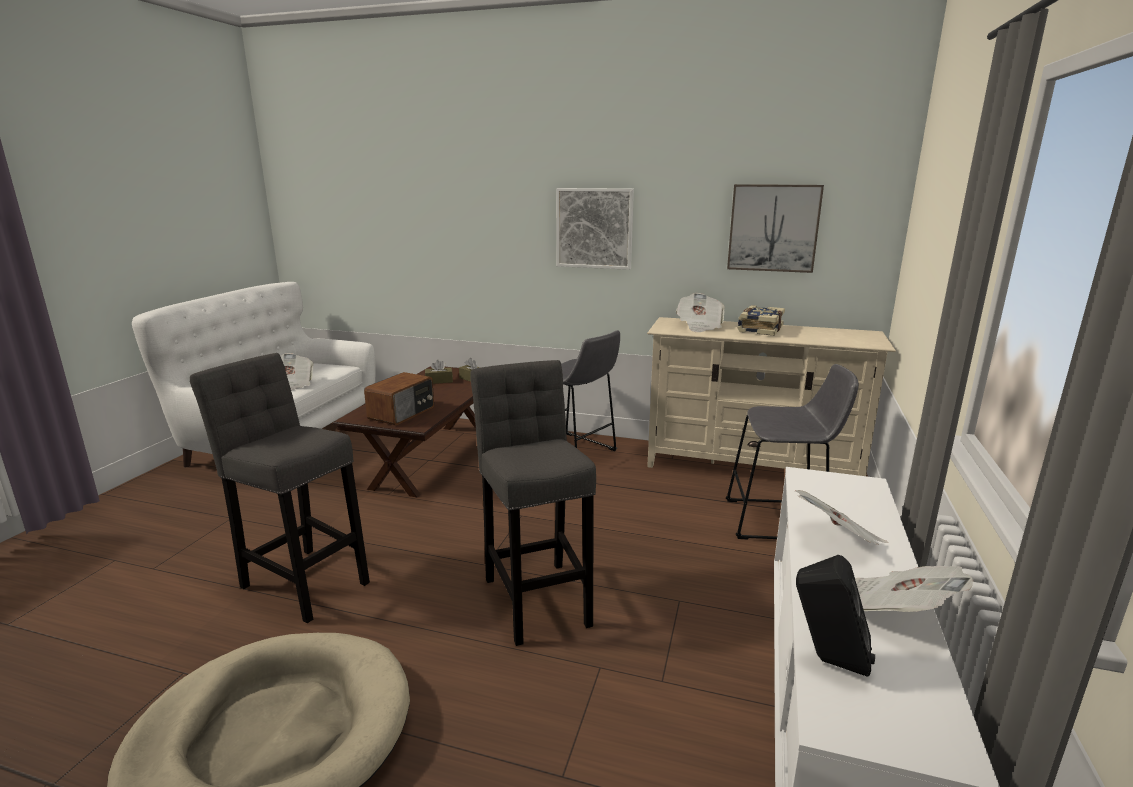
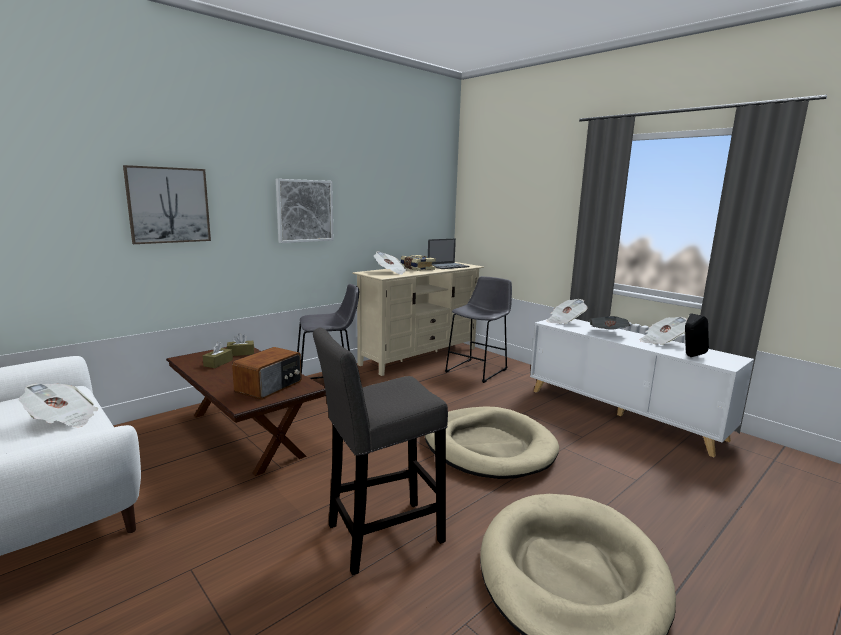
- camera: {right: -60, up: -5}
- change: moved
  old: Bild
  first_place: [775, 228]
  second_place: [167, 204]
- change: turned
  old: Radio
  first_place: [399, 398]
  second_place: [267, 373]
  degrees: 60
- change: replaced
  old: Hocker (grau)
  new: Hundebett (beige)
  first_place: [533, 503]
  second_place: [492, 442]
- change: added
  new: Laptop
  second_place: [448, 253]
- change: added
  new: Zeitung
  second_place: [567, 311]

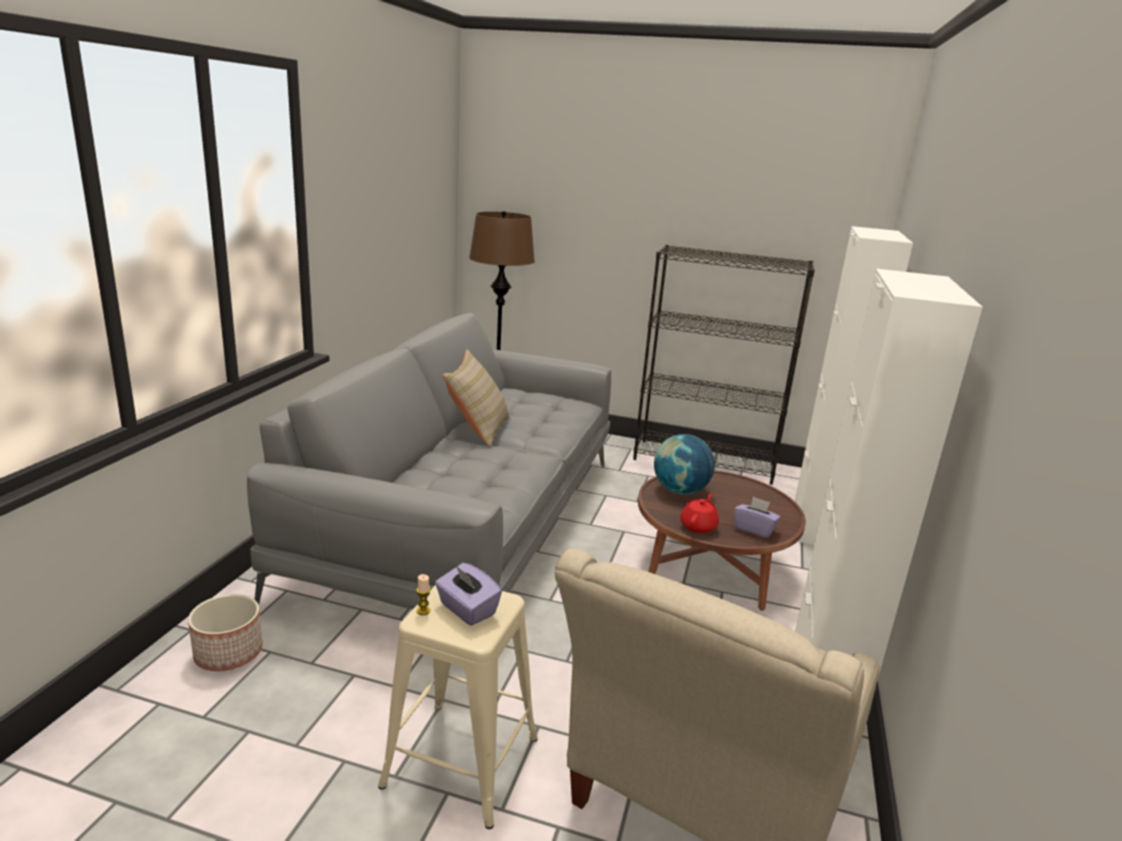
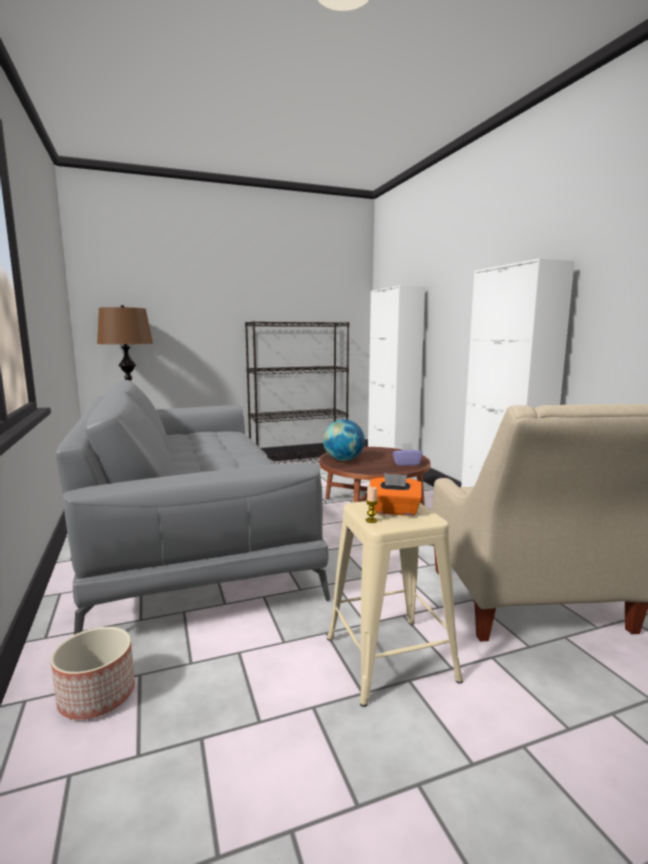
- camera: {right: -35, up: -10}
- change: recoloured
  old: Taschentuchbox (lila)
  new: Taschentuchbox (orange)
  first_place: [468, 594]
  second_place: [395, 494]
- change: removed
  old: Kissen (beige)
  first_place: [476, 398]
- change: removed
  old: Teekanne (rot)
  first_place: [699, 513]

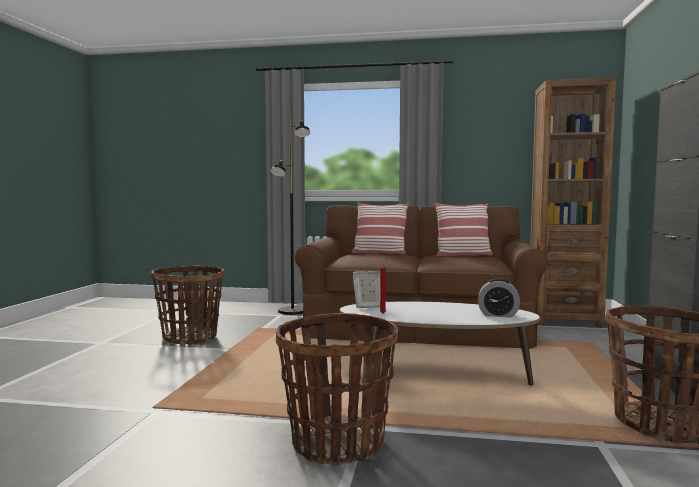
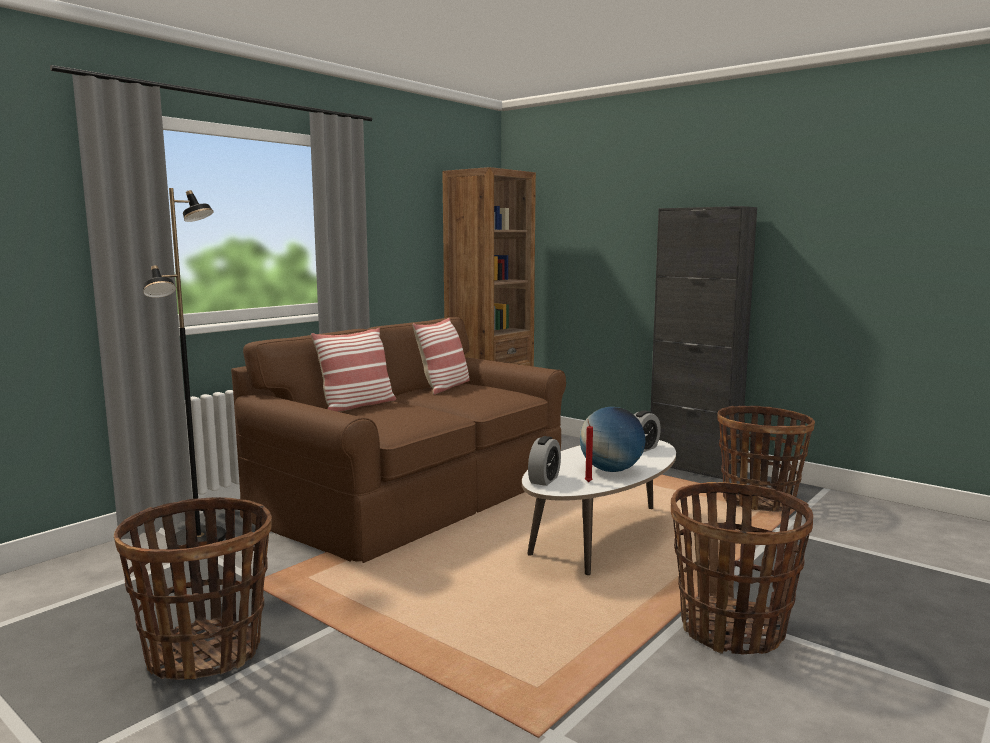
- camera: {right: -60, up: 5}
- change: replaced
  old: Bilderrahmen
  new: Wecker
  first_place: [367, 289]
  second_place: [544, 461]
- change: added
  new: Globus
  second_place: [612, 439]

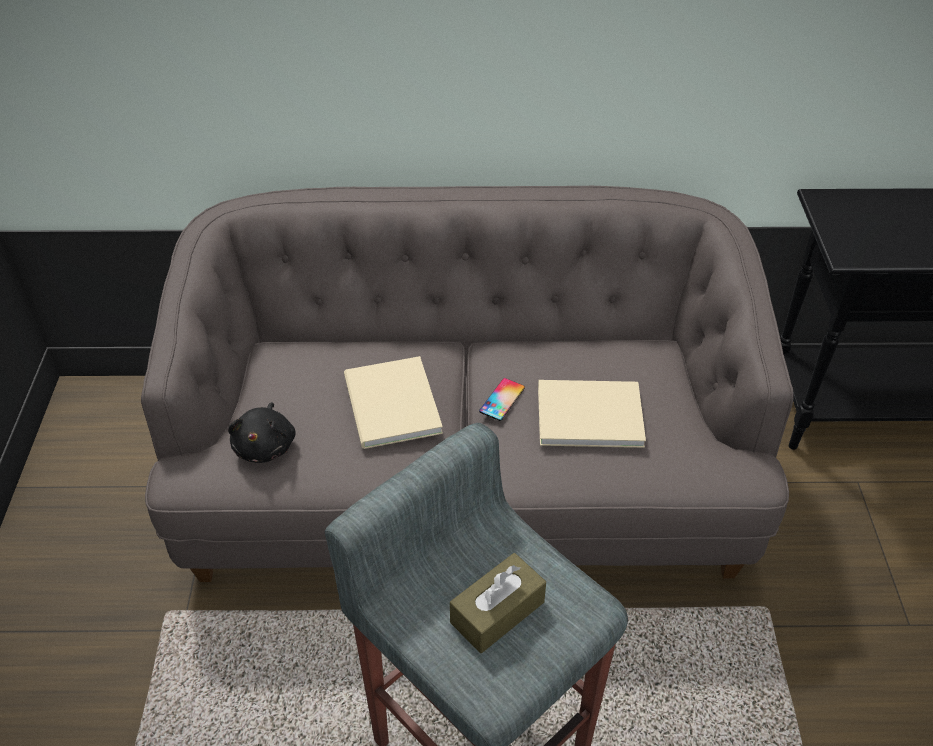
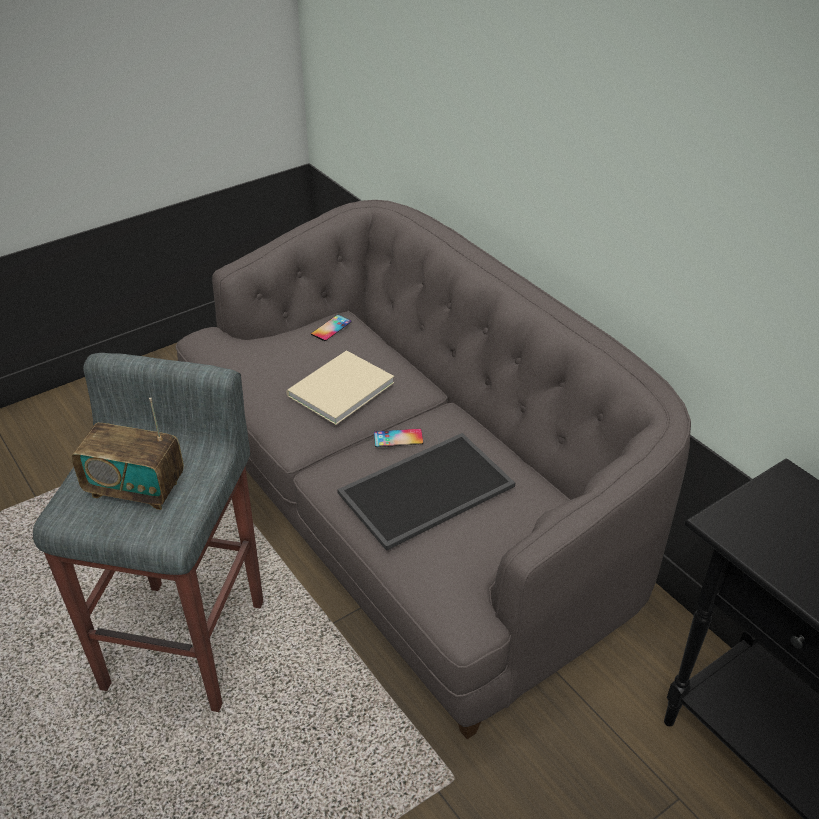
- camera: {right: 55, up: -5}
- change: replaced
  old: Taschentuchbox (braun)
  new: Radio
  first_place: [498, 603]
  second_place: [127, 454]
- change: added
  new: Handy
  second_place: [331, 328]
- change: replaced
  old: Buch (beige)
  new: Tablett
  first_place: [592, 414]
  second_place: [426, 492]
- change: removed
  old: Plüschtier (schwarz)
  first_place: [262, 432]

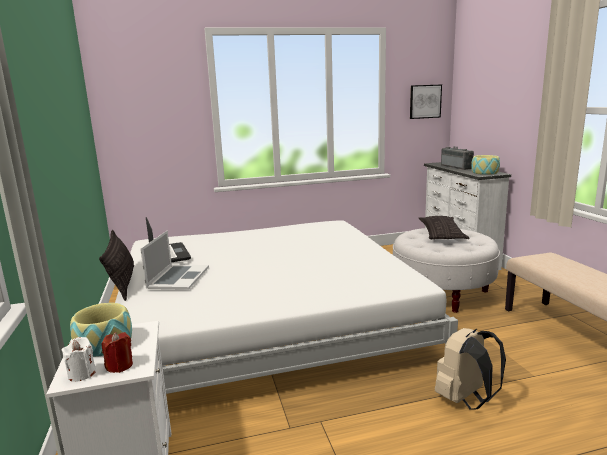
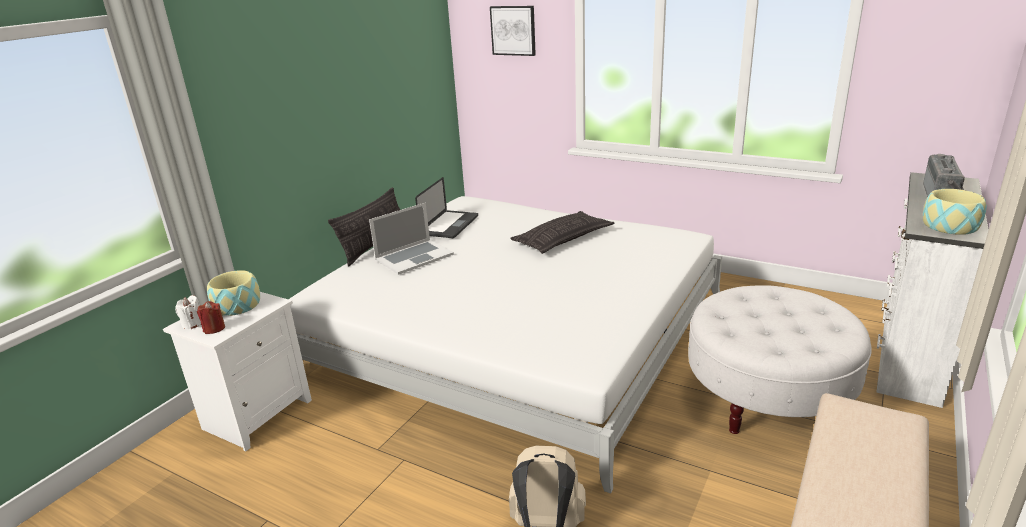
- camera: {right: 45, up: 10}
- change: moved
  old: Bild
  first_place: [426, 102]
  second_place: [513, 31]
- change: moved
  old: Kissen
  first_place: [444, 227]
  second_place: [562, 232]

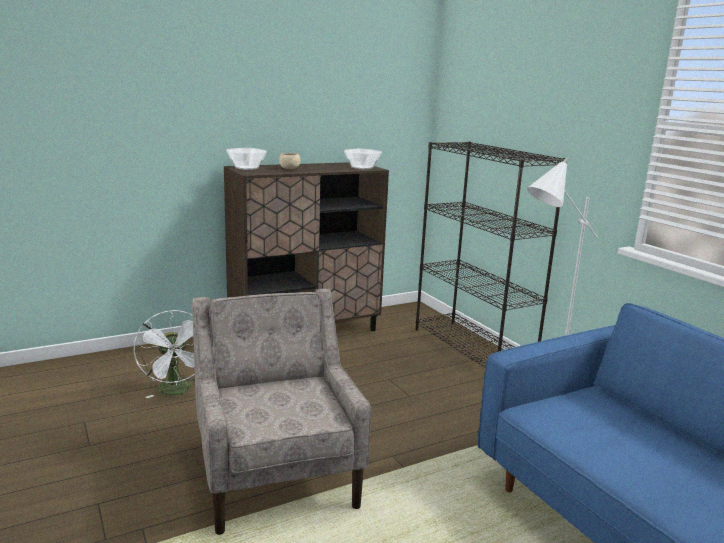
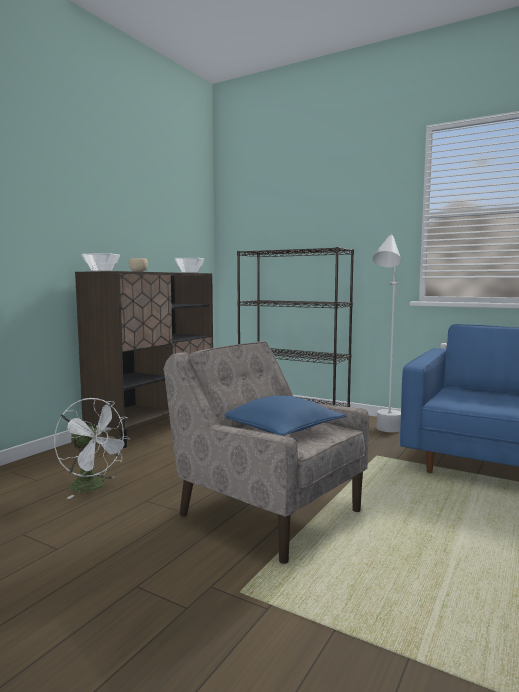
- camera: {right: -30, up: -10}
- change: added
  new: Kissen (blau)
  second_place: [286, 415]

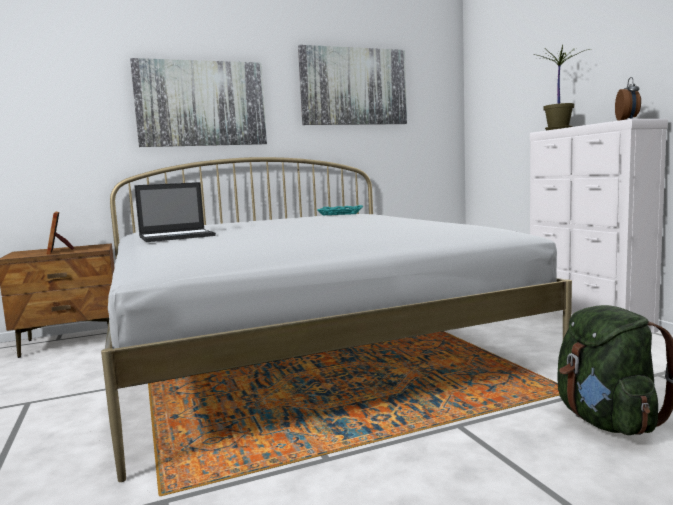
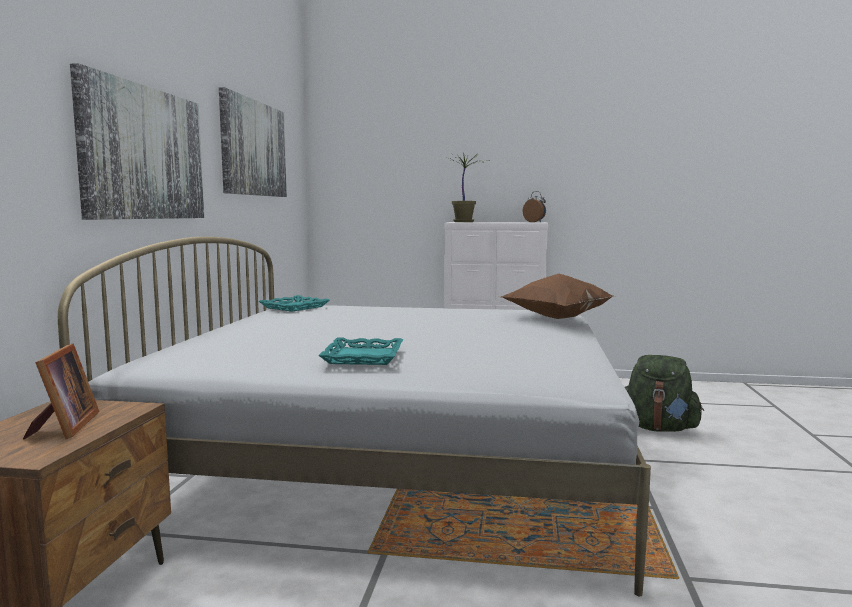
- camera: {right: -60, up: 0}
- change: turned
  old: Bilderrahmen
  first_place: [60, 233]
  second_place: [61, 391]
  degrees: -105
- change: replaced
  old: Laptop
  new: Tablett (türkis)
  first_place: [175, 212]
  second_place: [360, 351]
- change: added
  new: Kissen (braun)
  second_place: [557, 296]

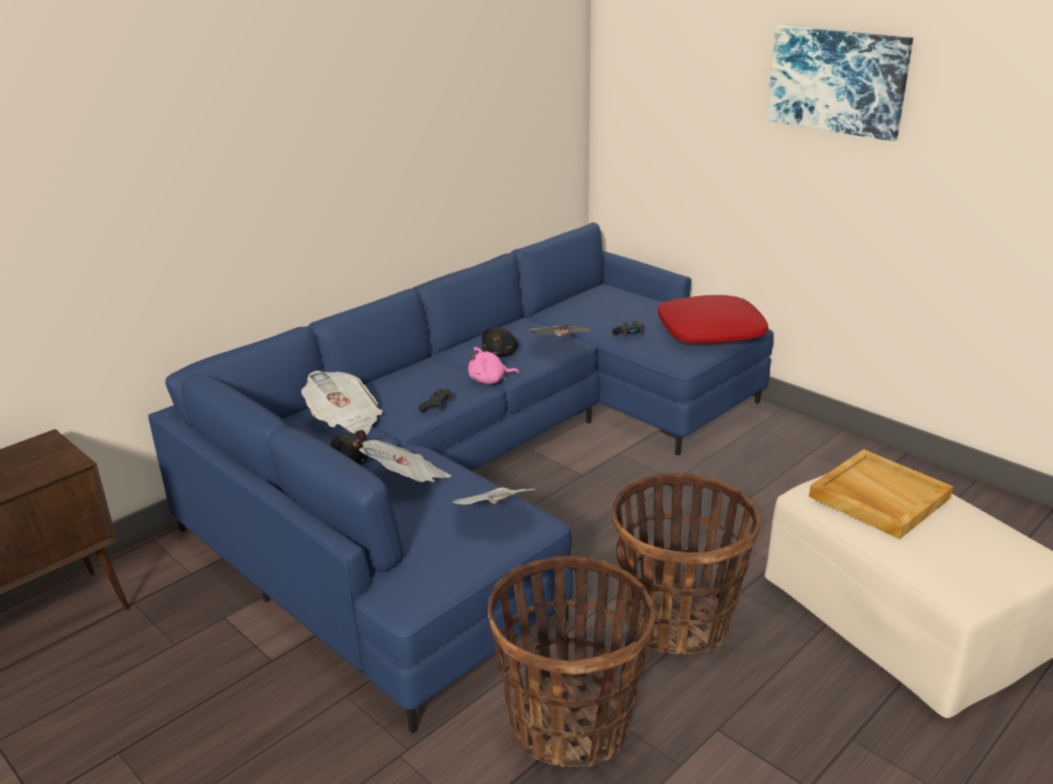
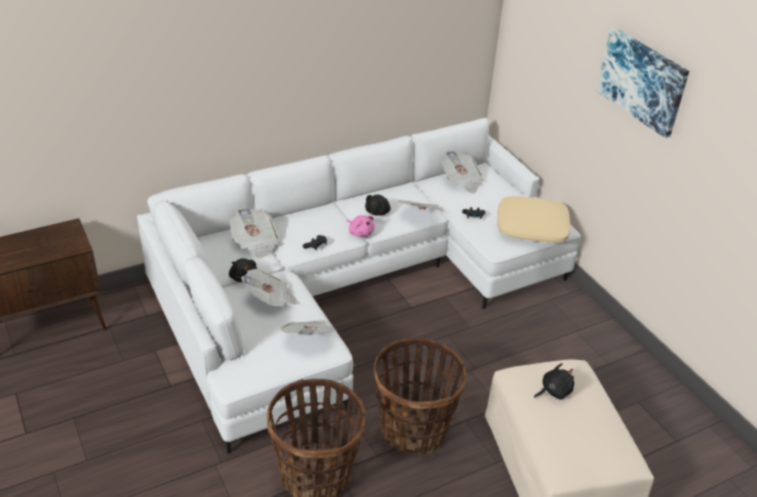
- camera: {right: 15, up: 10}
- change: recoloured
  old: Sofa (blau)
  new: Sofa (weiß)
  first_place: [460, 478]
  second_place: [359, 286]
- change: turned
  old: Plüschtier (rosa)
  first_place: [493, 365]
  second_place: [360, 226]
  degrees: -135
- change: added
  new: Zeitung
  second_place: [463, 172]
- change: recoloured
  old: Kissen (rot)
  new: Kissen (beige)
  first_place: [713, 319]
  second_place: [533, 219]
- change: replaced
  old: Tablett (beige)
  new: Plüschtier (schwarz)
  first_place: [881, 494]
  second_place: [554, 381]

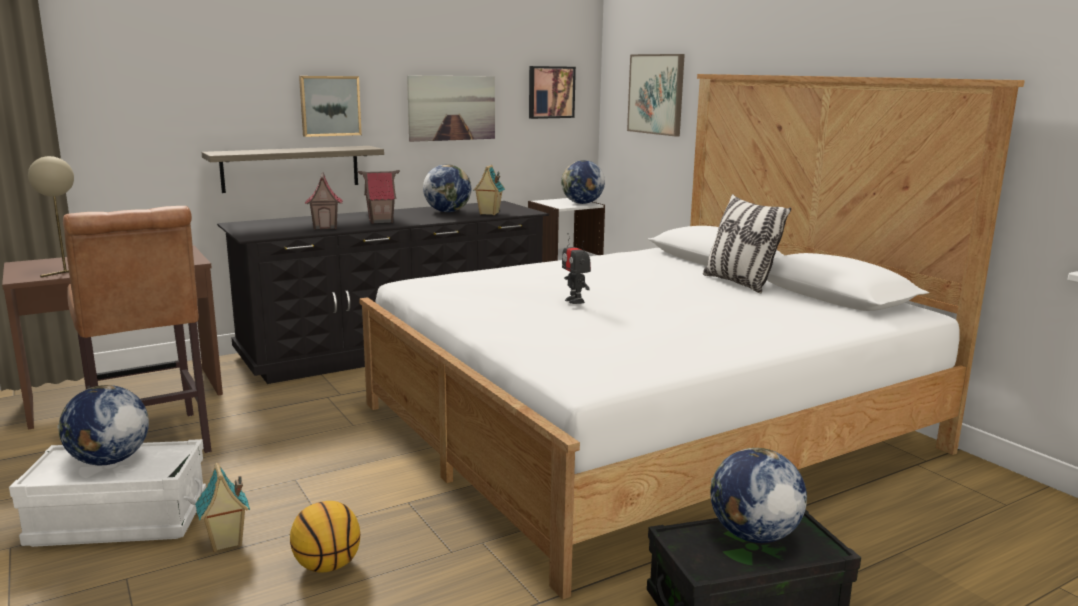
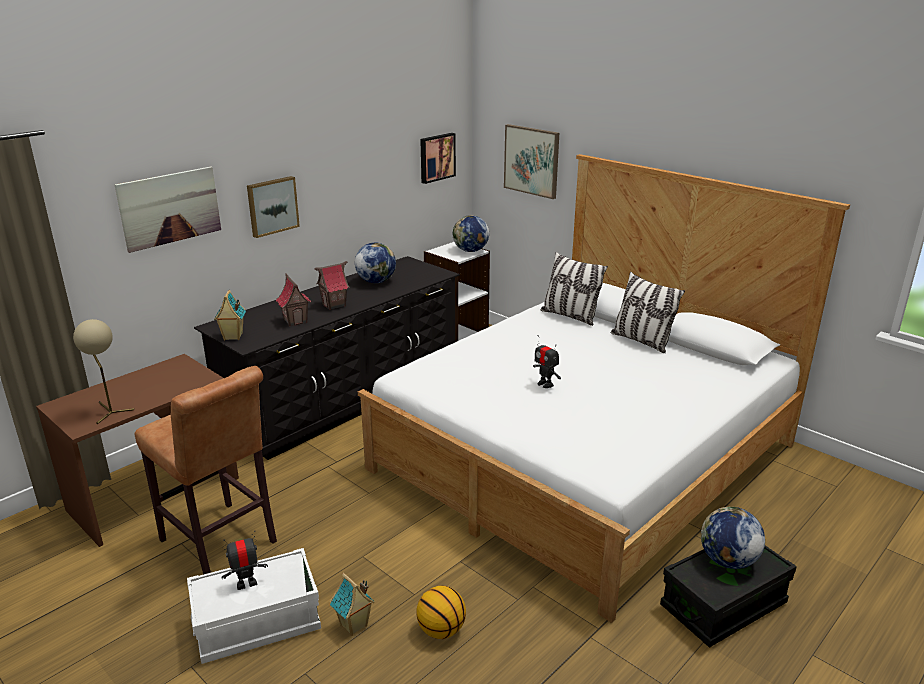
- camera: {right: -15, up: 10}
- change: moved
  old: Bild
  first_place: [451, 108]
  second_place: [168, 209]
- change: moved
  old: Spielzeughaus
  first_place: [489, 190]
  second_place: [230, 315]
- change: replaced
  old: Globus
  new: Spielzeugroboter
  first_place: [103, 425]
  second_place: [244, 560]
- change: added
  new: Kissen
  second_place: [574, 289]
- change: removed
  old: Wandregal
  first_place: [292, 169]

